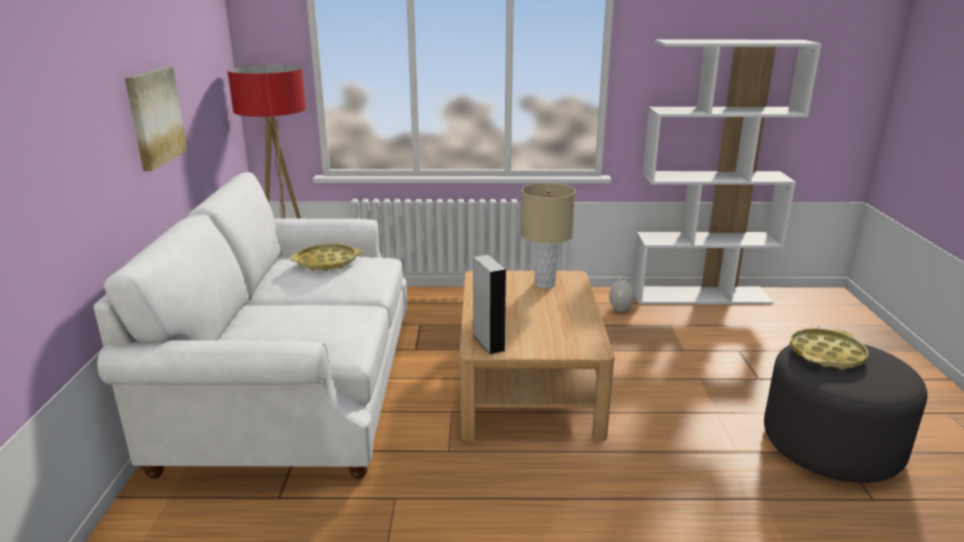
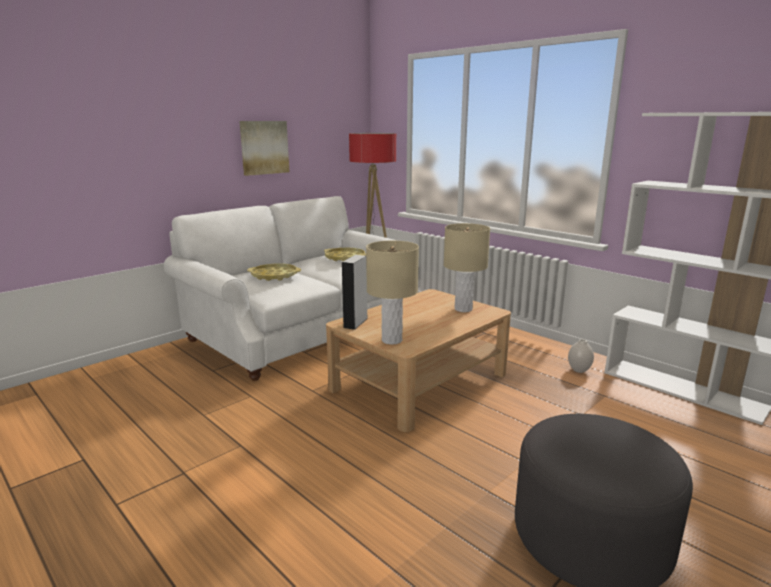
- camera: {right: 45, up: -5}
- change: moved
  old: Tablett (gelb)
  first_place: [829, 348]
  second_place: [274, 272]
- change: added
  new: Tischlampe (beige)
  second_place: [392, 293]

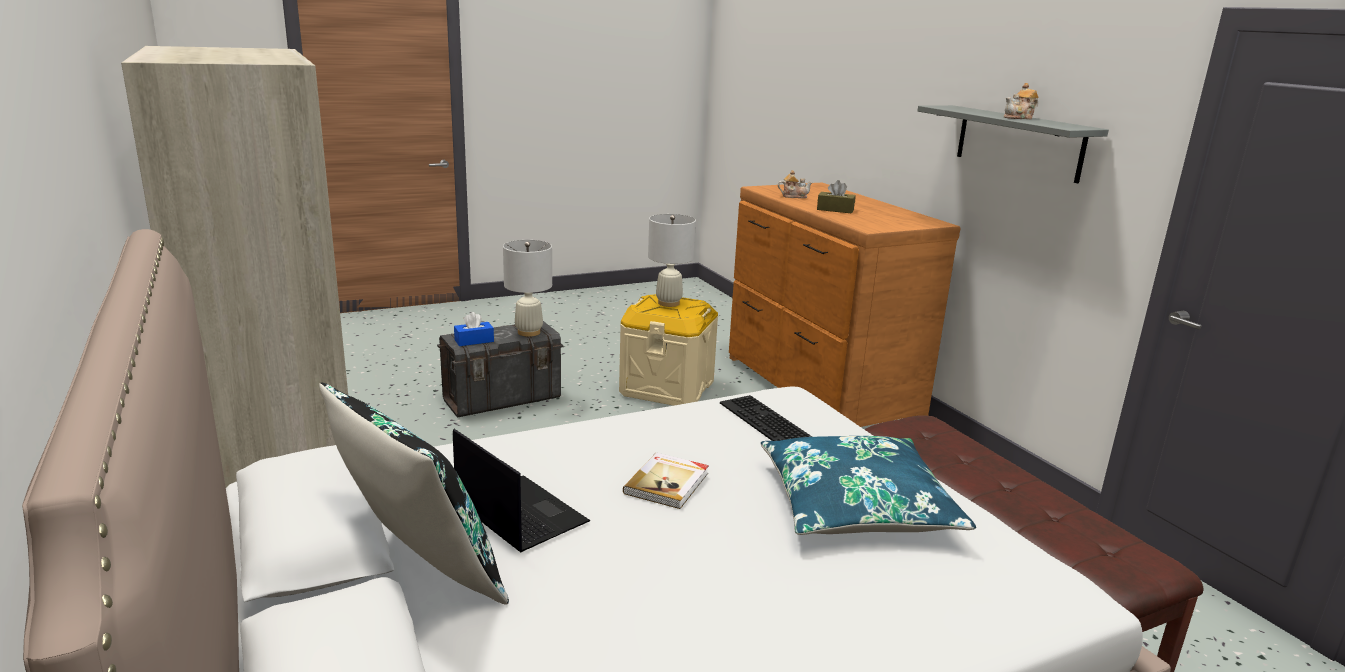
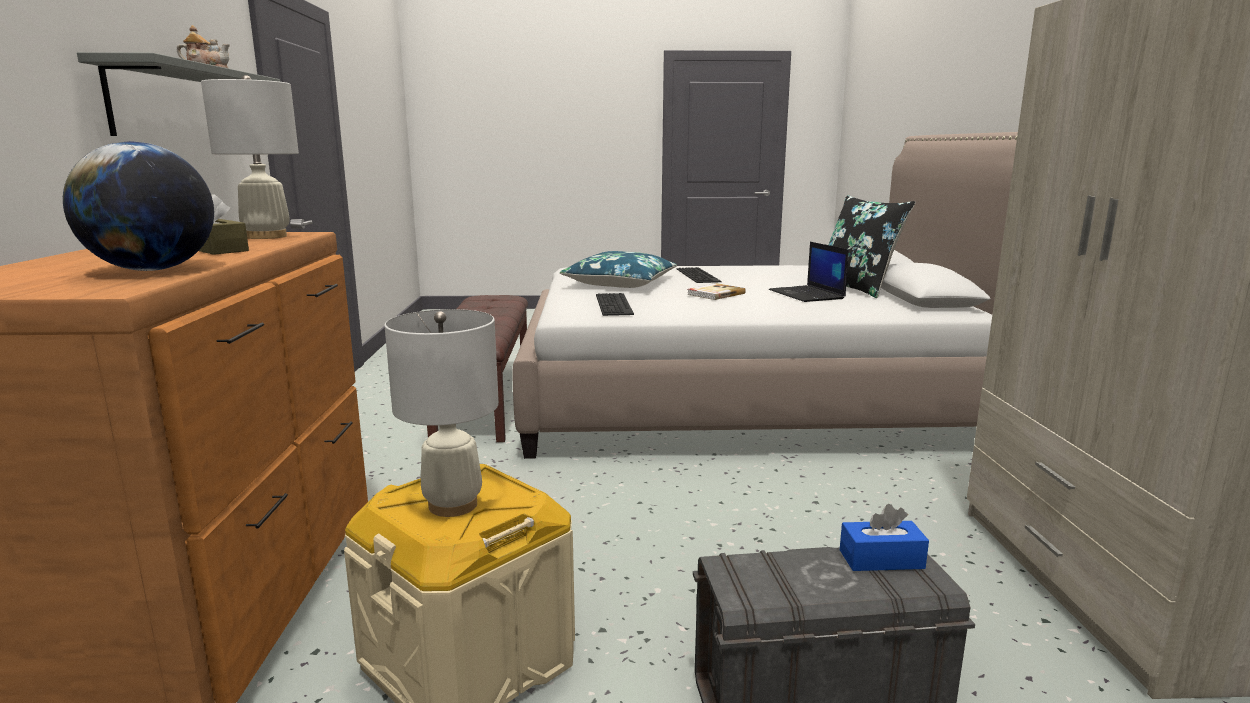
- camera: {right: -155, up: -5}
- change: replaced
  old: Teekanne
  new: Globus
  first_place: [795, 184]
  second_place: [138, 206]
- change: moved
  old: Tischlampe (weiß)
  first_place: [527, 288]
  second_place: [250, 157]
- change: added
  new: Tastatur
  second_place: [699, 275]

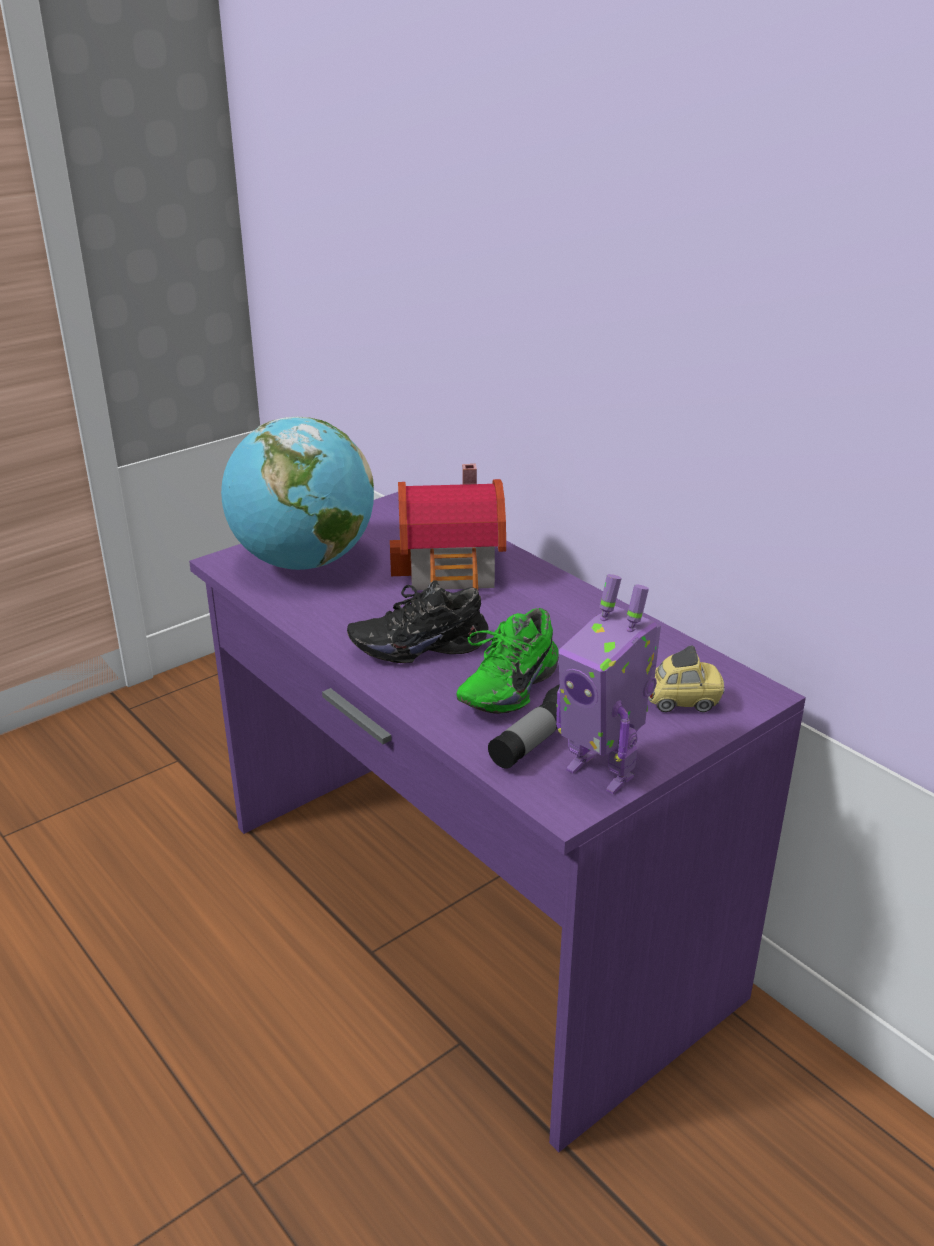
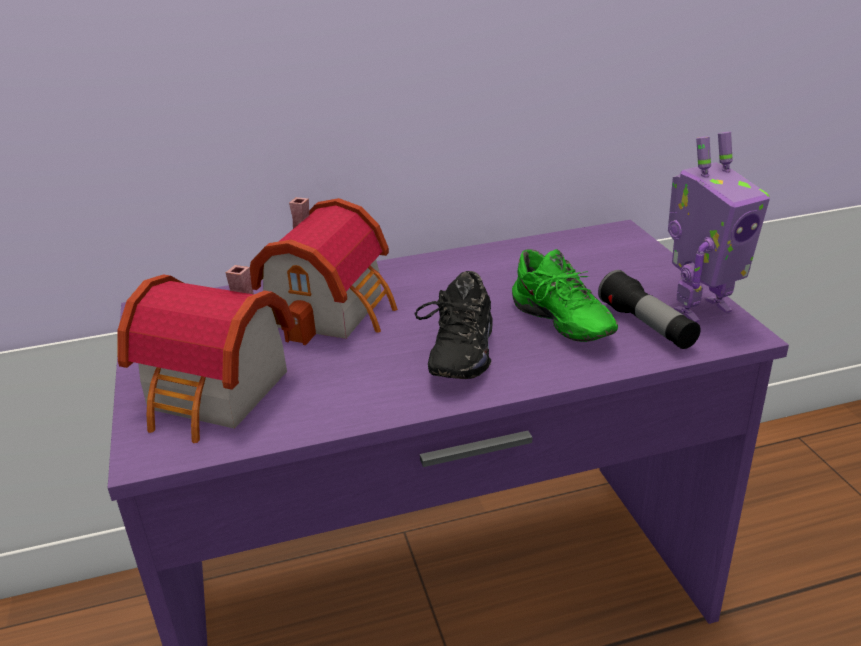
- camera: {right: -65, up: 0}
- change: replaced
  old: Globus
  new: Spielzeughaus
  first_place: [297, 493]
  second_place: [206, 354]
- change: removed
  old: Spielzeugauto
  first_place: [686, 678]

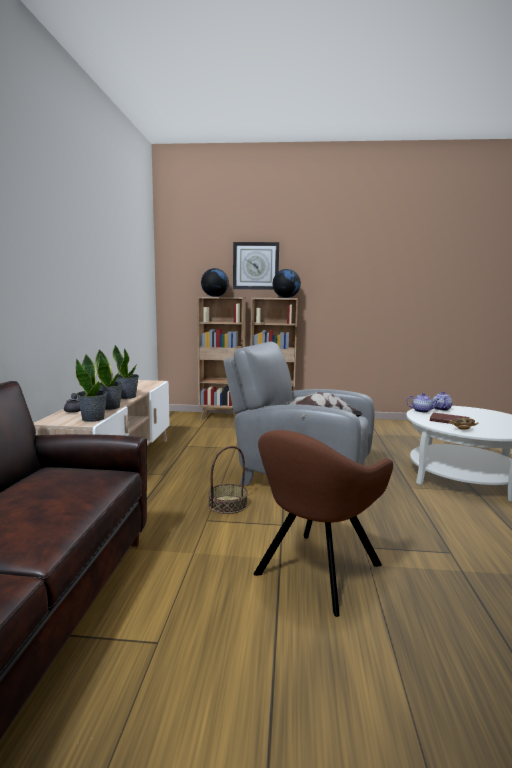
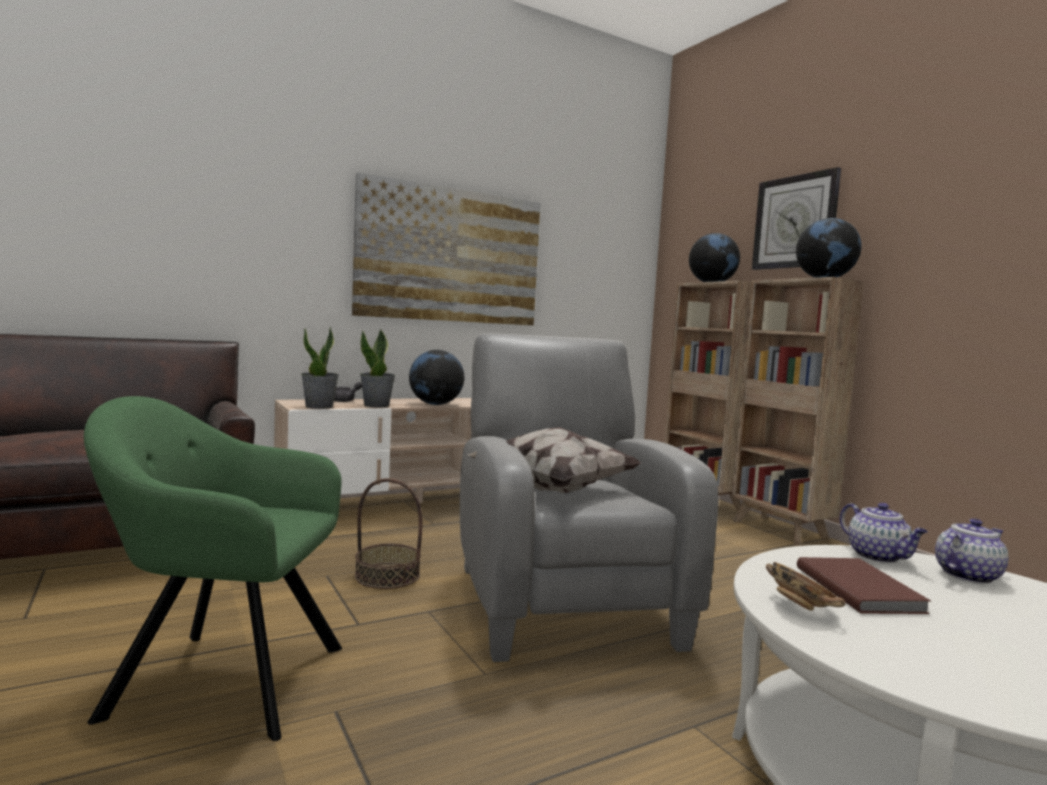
- camera: {right: 55, up: -5}
- change: recoloured
  old: Sessel (braun)
  new: Sessel (grün)
  first_place: [323, 523]
  second_place: [213, 568]
- change: added
  new: Bild
  second_place: [446, 249]
- change: replaced
  old: Topfpflanze
  new: Globus
  first_place: [126, 372]
  second_place: [436, 377]

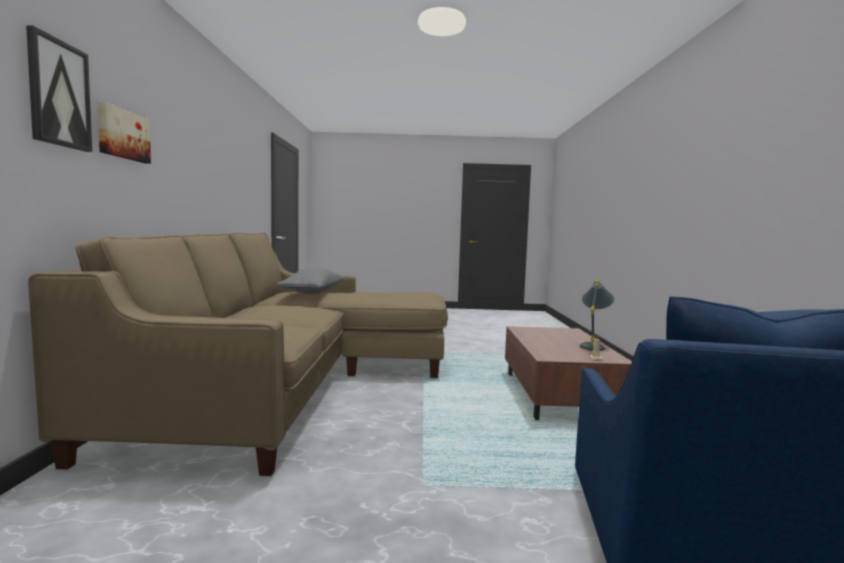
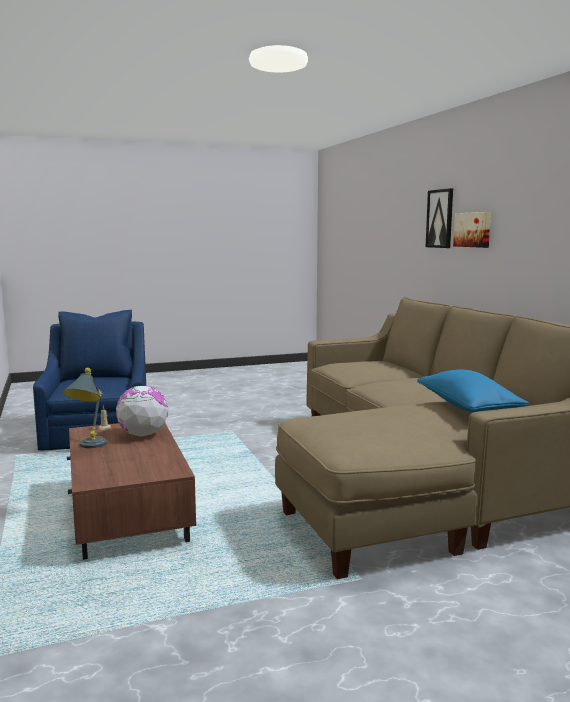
- camera: {right: 160, up: 5}
- change: added
  new: Globus
  second_place: [142, 411]
- change: recoloured
  old: Kissen (grau)
  new: Kissen (blau)
  first_place: [310, 280]
  second_place: [473, 390]

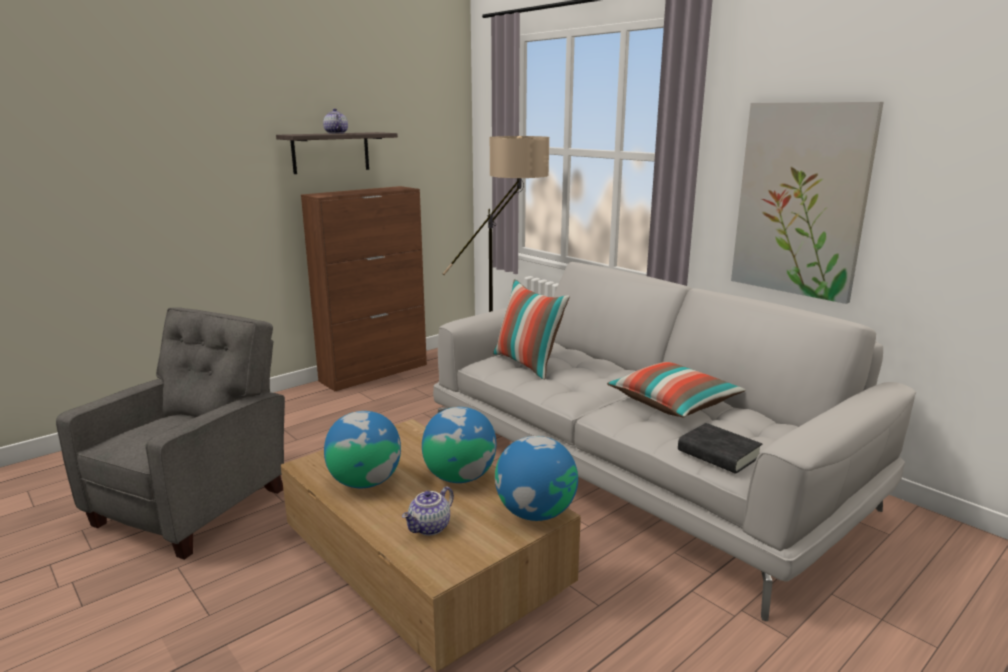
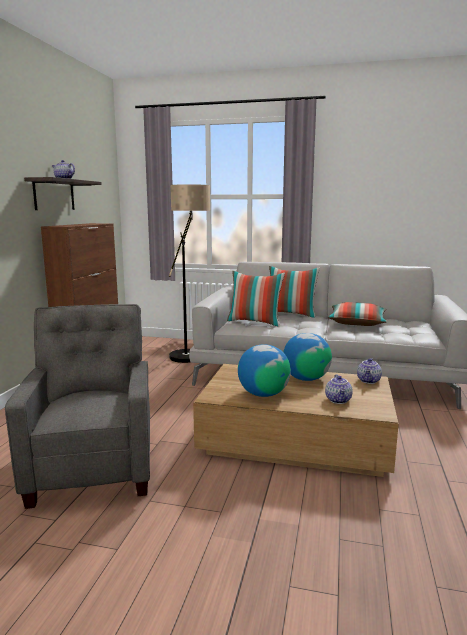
- camera: {right: -35, up: -5}
- change: added
  new: Kissen
  second_place: [294, 292]
- change: replaced
  old: Globus
  new: Teekanne
  first_place: [536, 478]
  second_place: [369, 371]
- change: removed
  old: Buch (schwarz)
  first_place: [720, 448]
- change: removed
  old: Bild
  first_place: [807, 203]

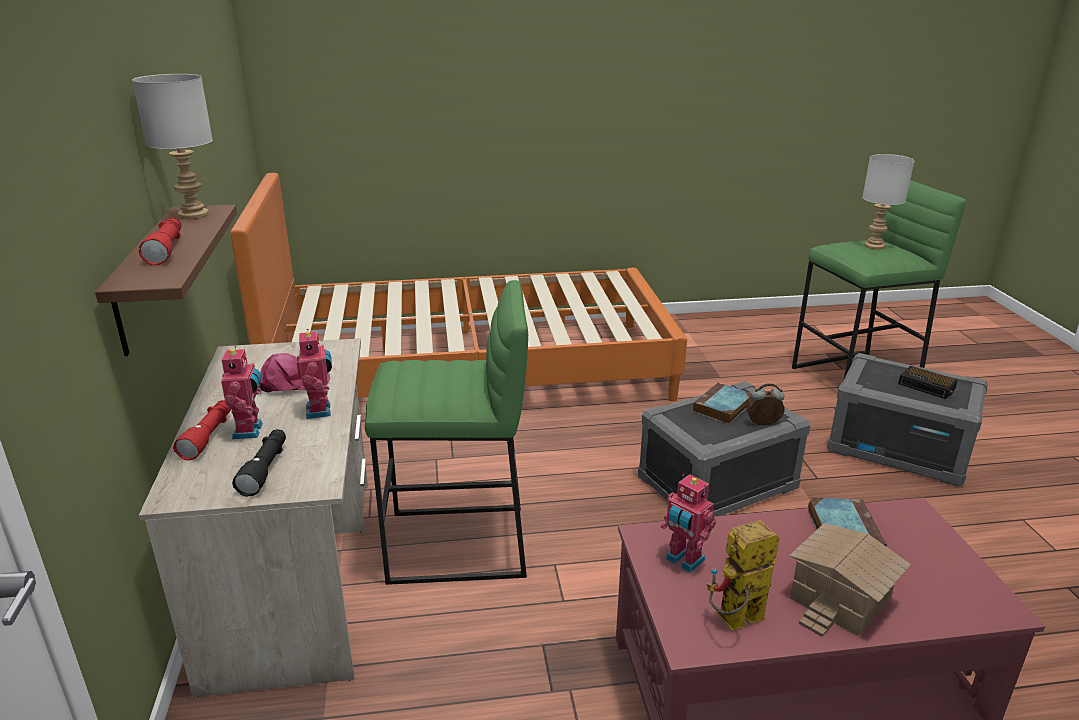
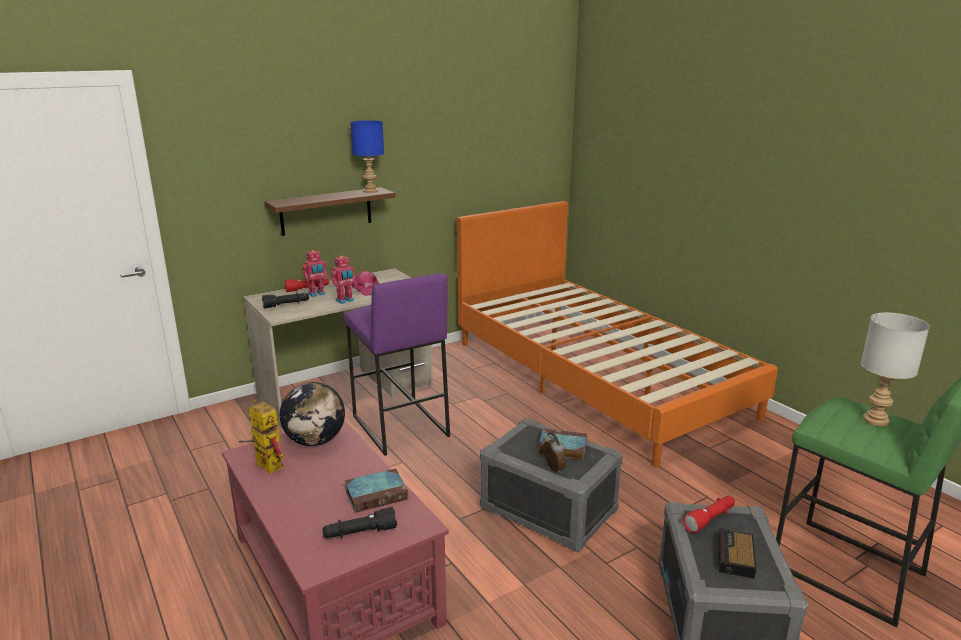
- camera: {right: 65, up: -5}
- change: replaced
  old: Spielzeugroboter
  new: Globus
  first_place: [688, 523]
  second_place: [312, 414]
- change: added
  new: Taschenlampe (schwarz)
  second_place: [359, 522]
- change: recoloured
  old: Hocker (grün)
  new: Hocker (lila)
  first_place: [446, 432]
  second_place: [396, 364]
- change: recoloured
  old: Tischlampe (grau)
  new: Tischlampe (blau)
  first_place: [172, 146]
  second_place: [367, 156]
- change: moved
  old: Taschenlampe (rot)
  first_place: [160, 241]
  second_place: [709, 514]
- change: removed
  old: Spielzeughaus
  first_place: [850, 580]

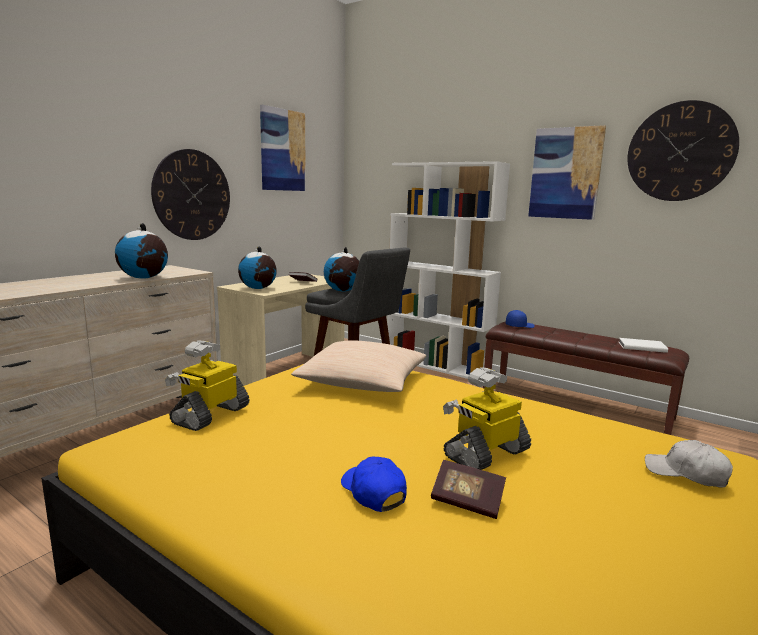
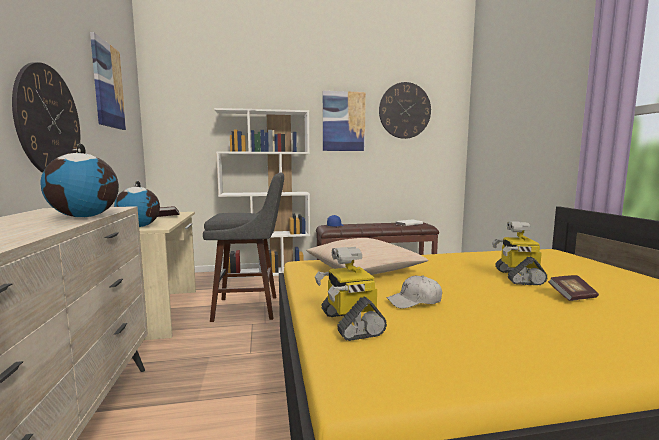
- camera: {right: -45, up: -5}
- change: moved
  old: Kappe (weiß)
  first_place: [689, 464]
  second_place: [414, 292]
- change: removed
  old: Globus
  first_place: [341, 269]
- change: removed
  old: Kappe (blau)
  first_place: [374, 484]

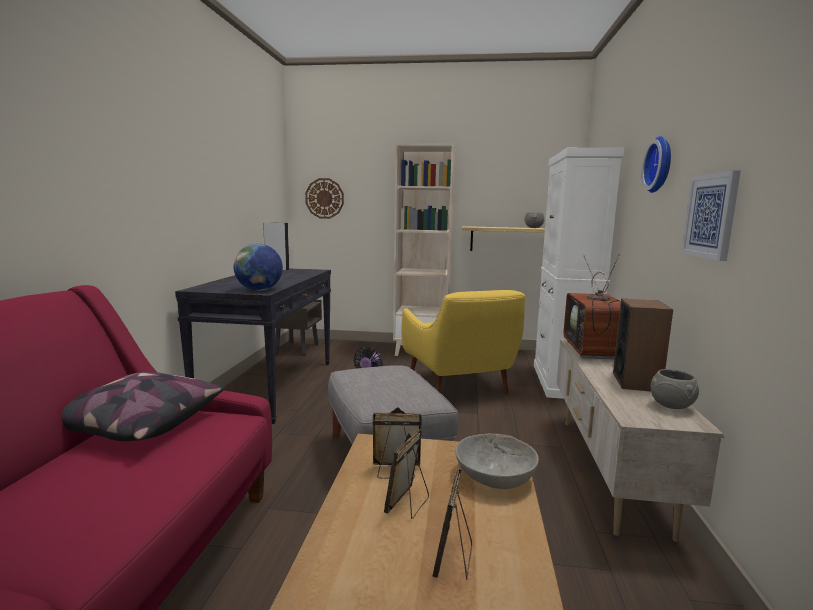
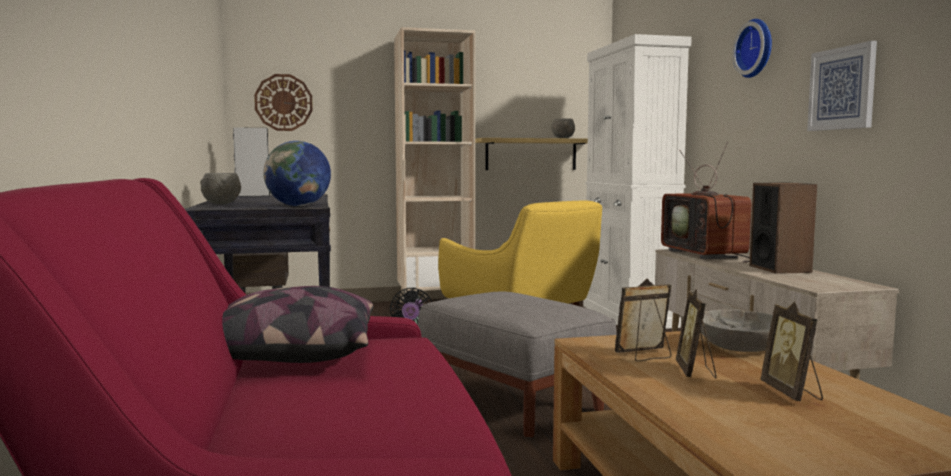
- camera: {right: -20, up: -5}
- change: moved
  old: Schüssel (grau)
  first_place: [674, 389]
  second_place: [220, 188]

